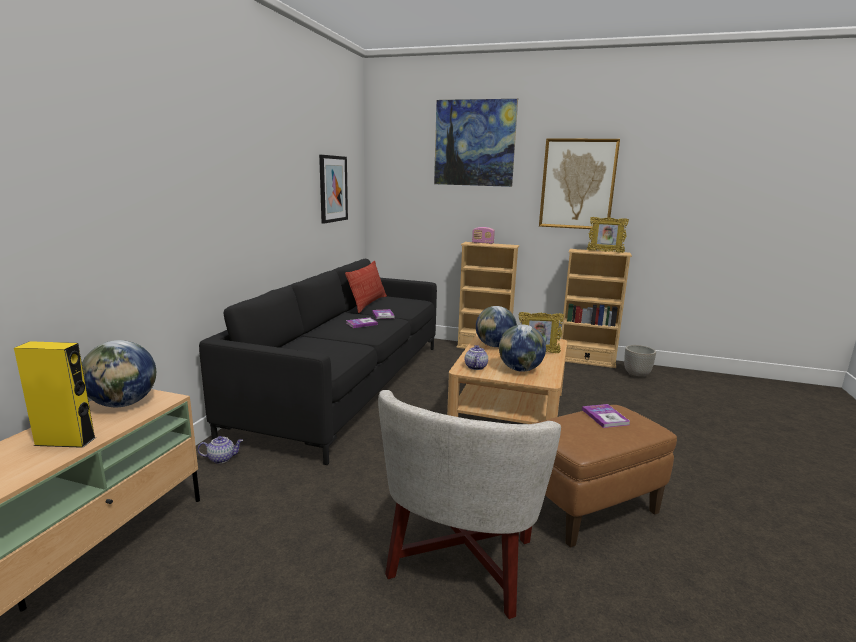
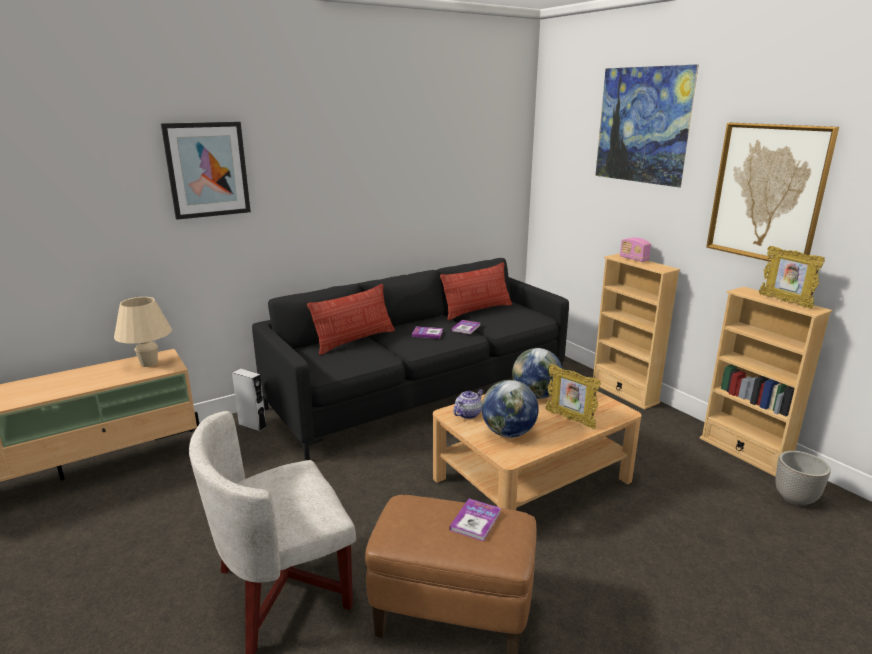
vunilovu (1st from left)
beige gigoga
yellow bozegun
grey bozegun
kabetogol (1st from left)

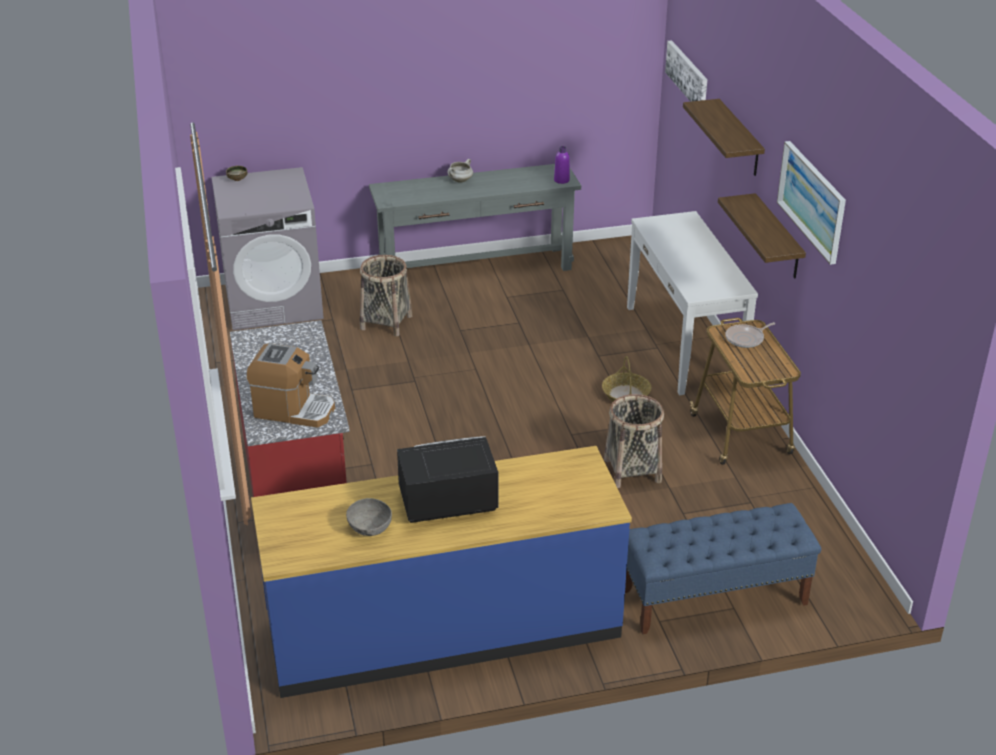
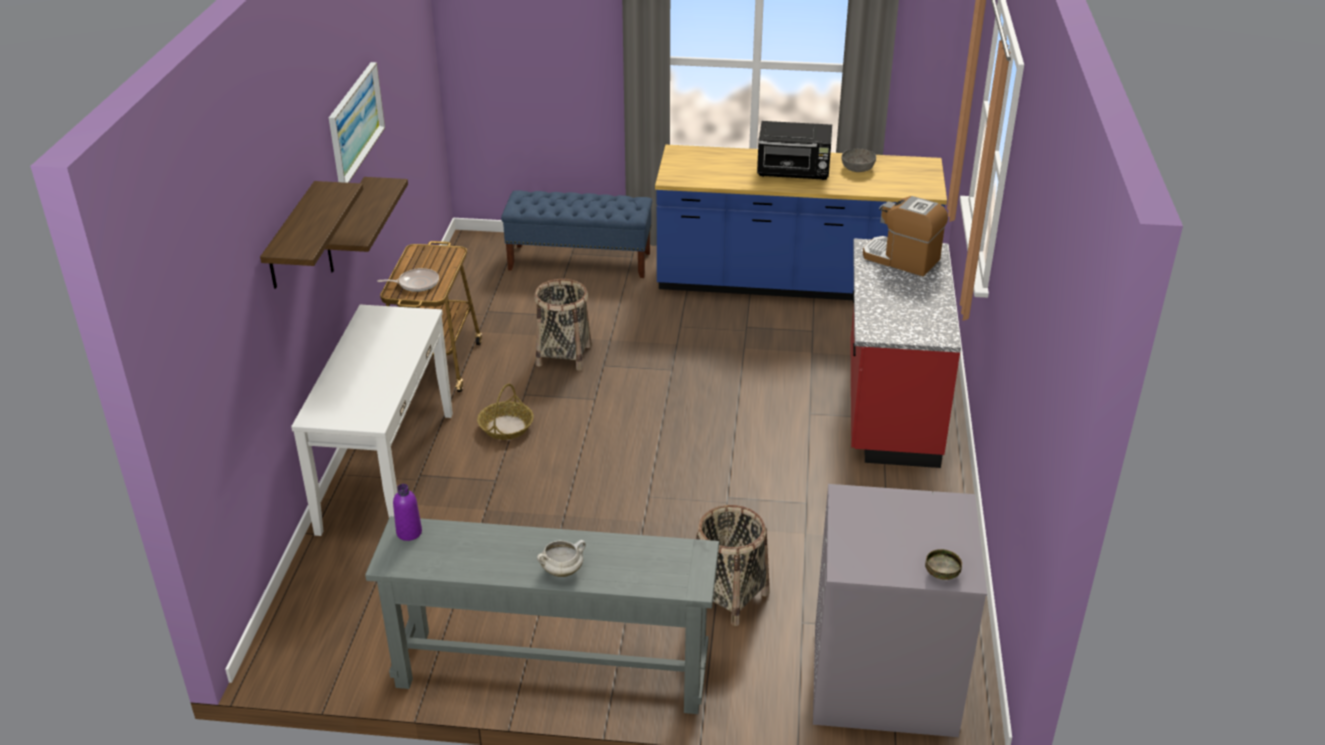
vunilovu (1st from left in the first image)

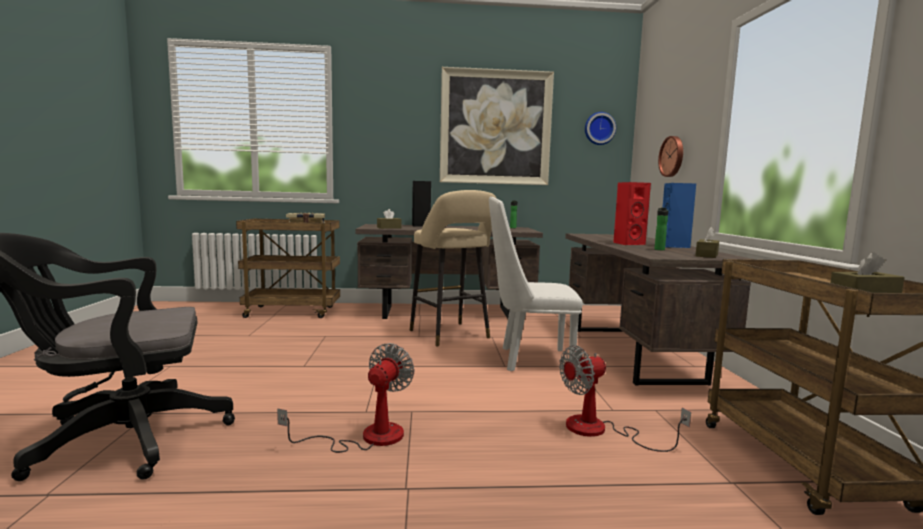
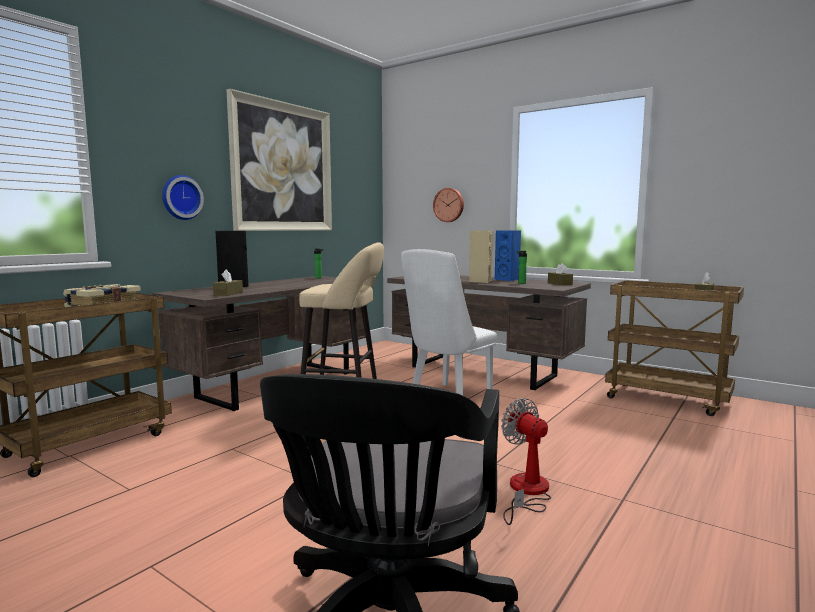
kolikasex (1st from left)
beige bozegun
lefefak (2nd from left in the first image)

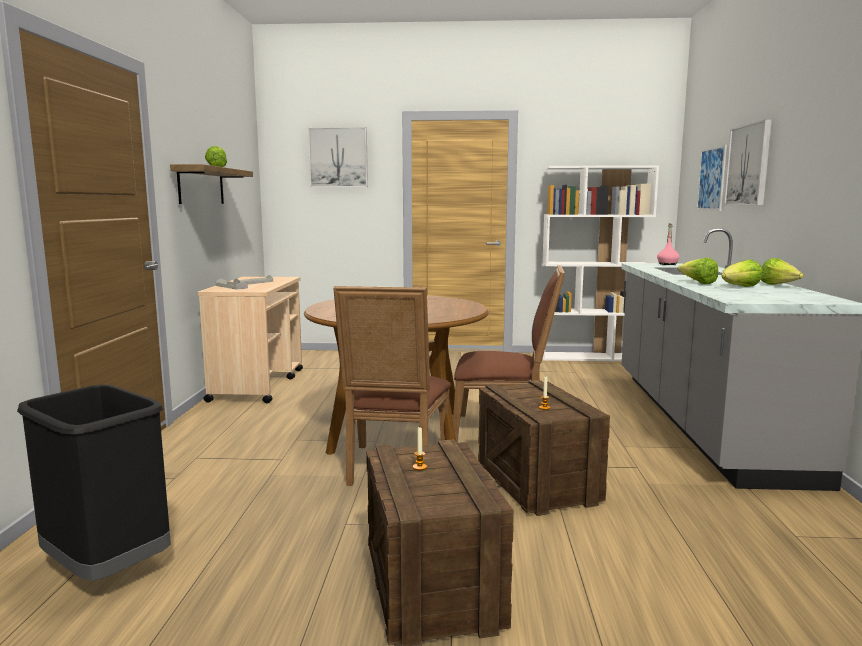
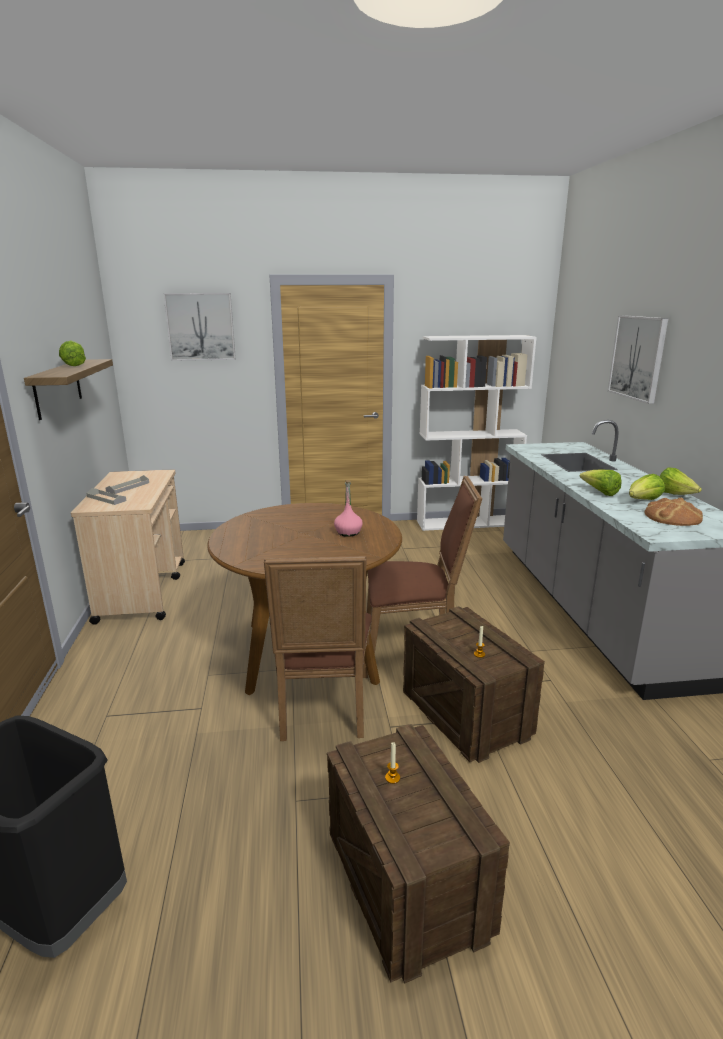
vunilovu (2nd from left in the first image)
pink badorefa
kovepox

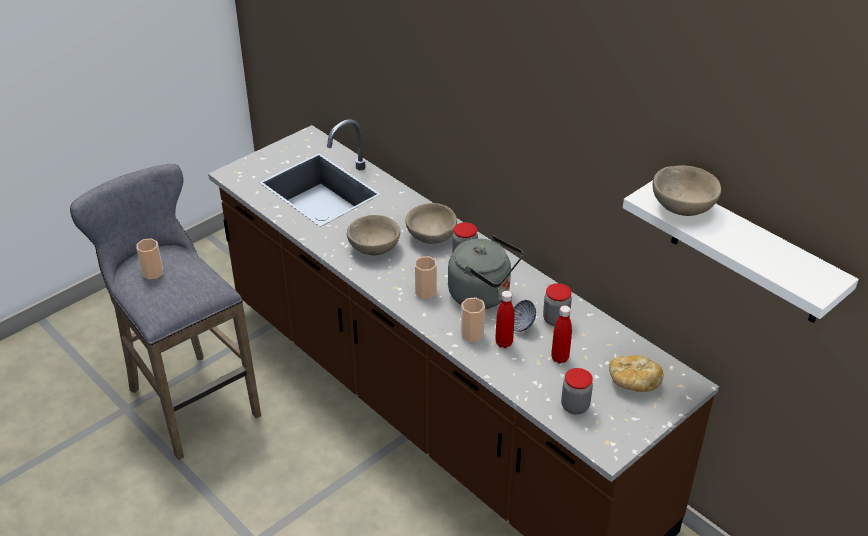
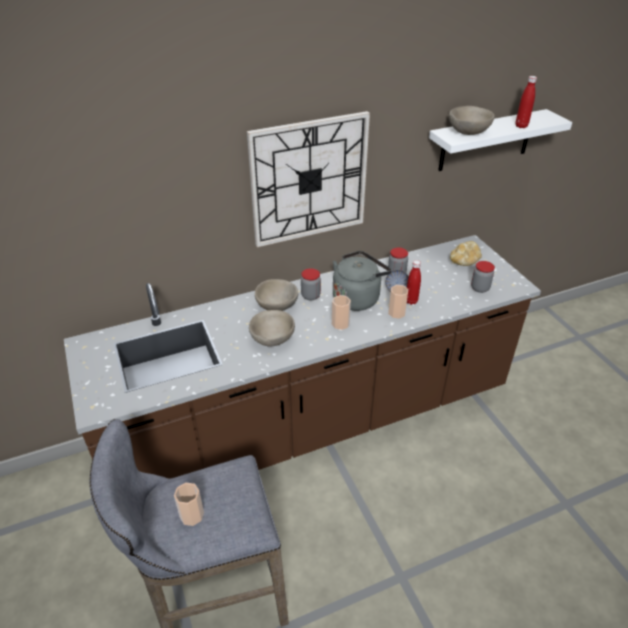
red badorefa (2nd from left)
kolikasex

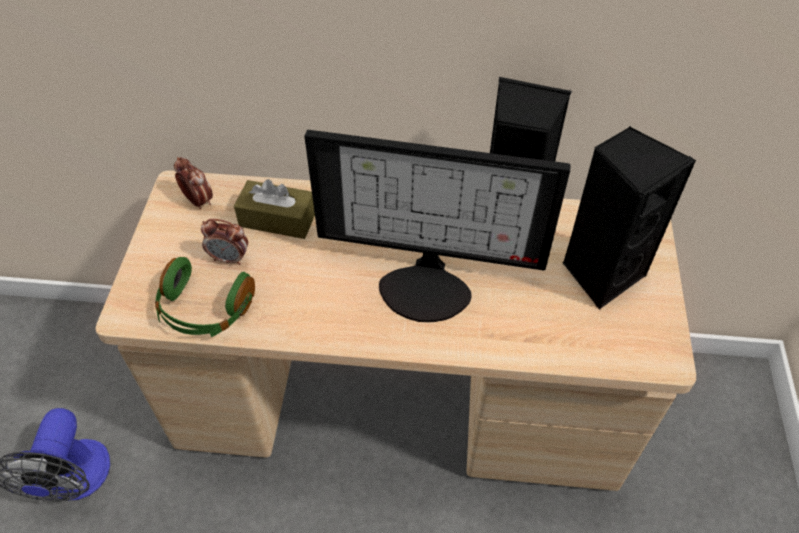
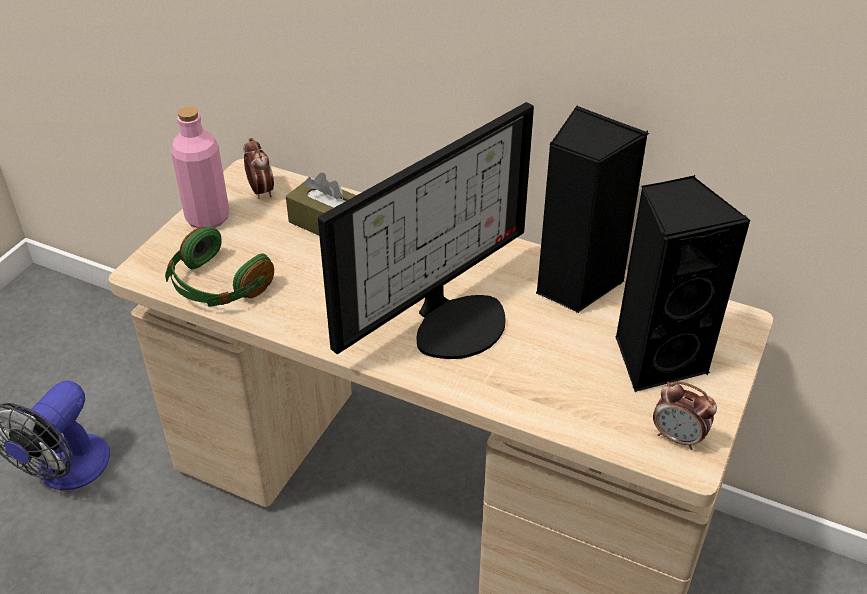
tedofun
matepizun (2nd from left)
pink badorefa

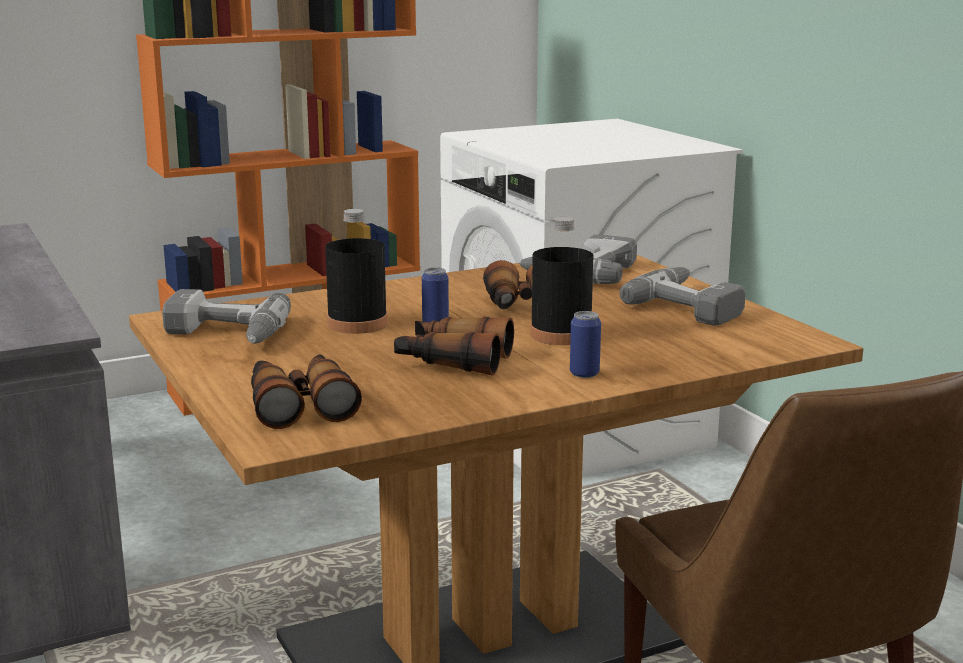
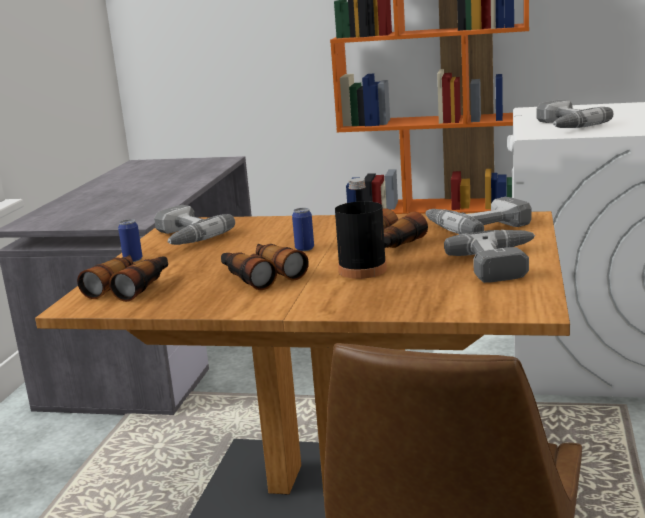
black badorefa (1st from left in the first image)
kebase (1st from left)
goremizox (4th from left)

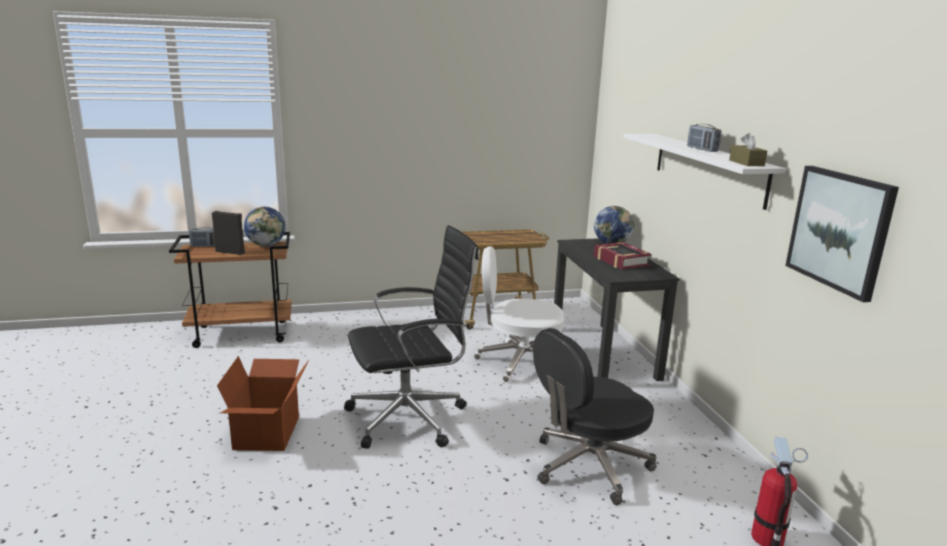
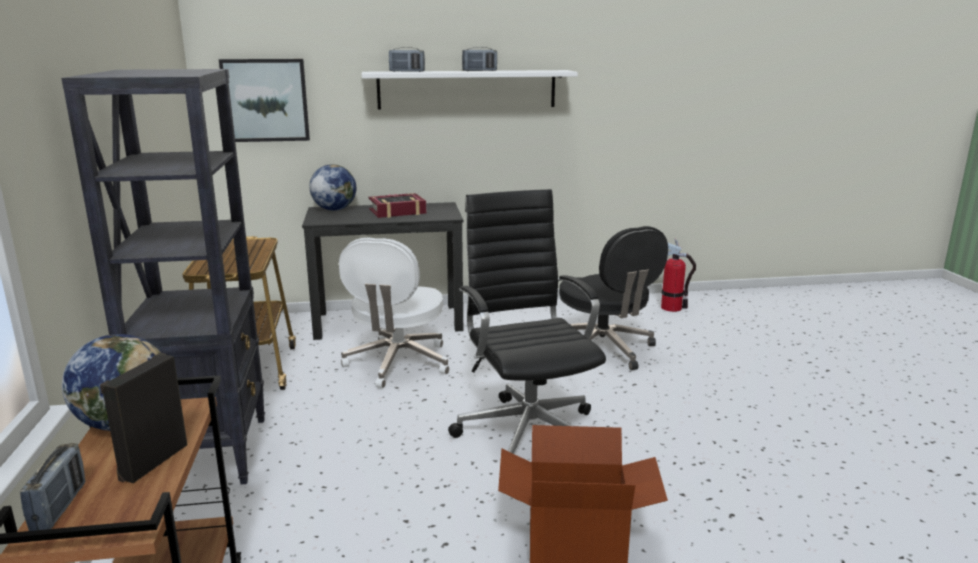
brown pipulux
vunilovu
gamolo (2nd from left)
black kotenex

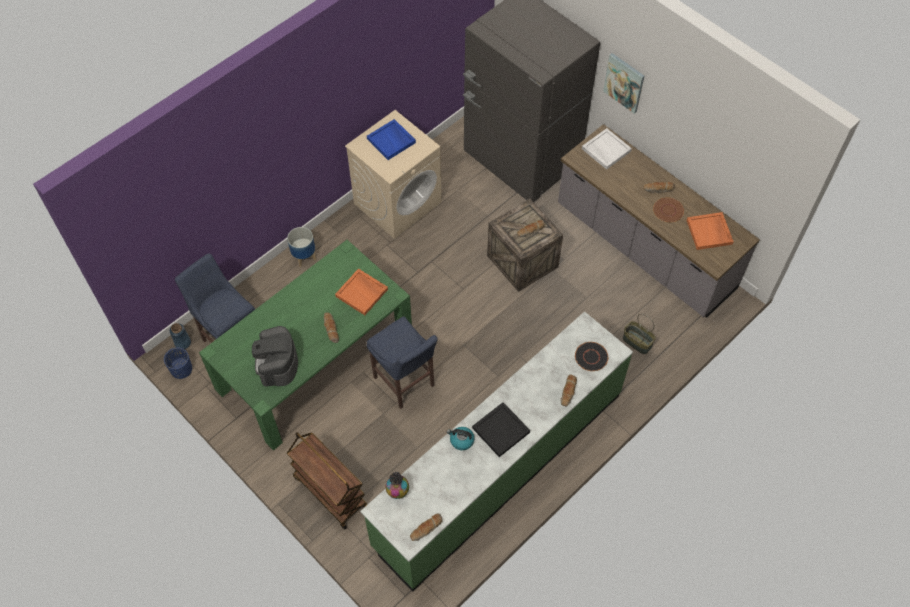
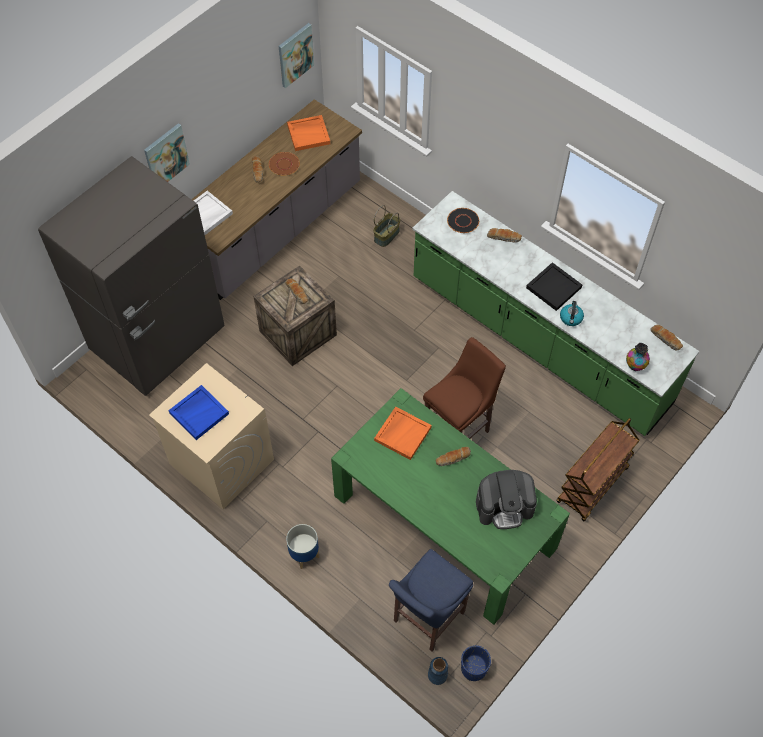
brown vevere
vunilovu (2nd from left)

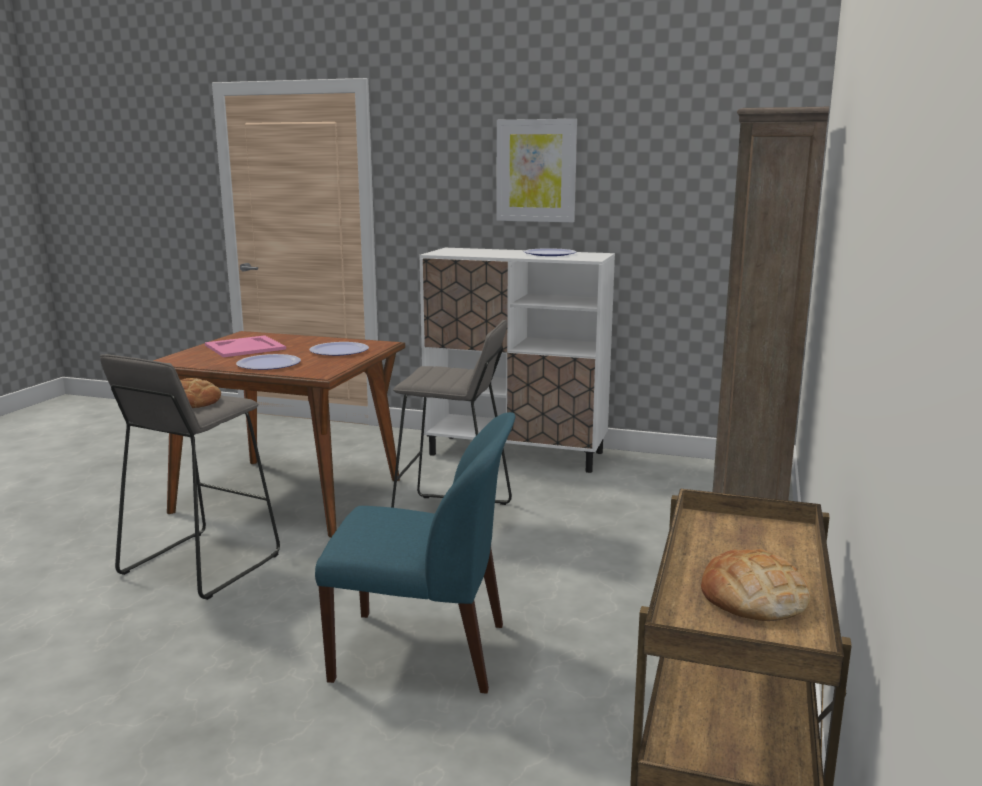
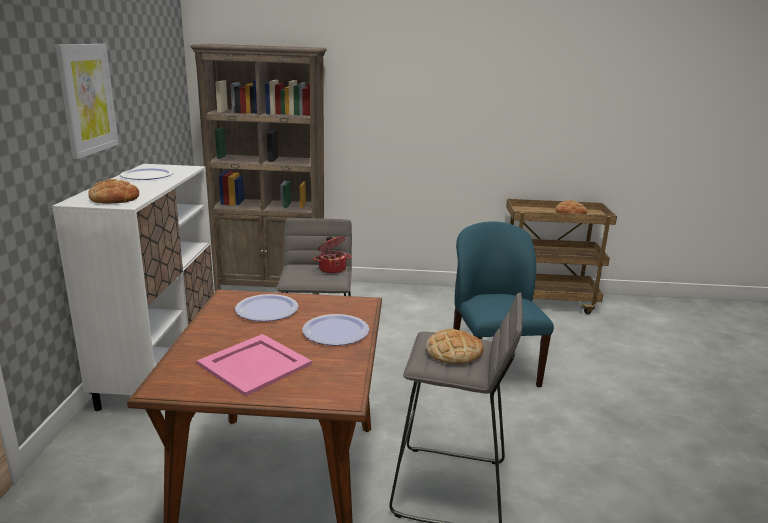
kovepox (1st from left)
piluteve

